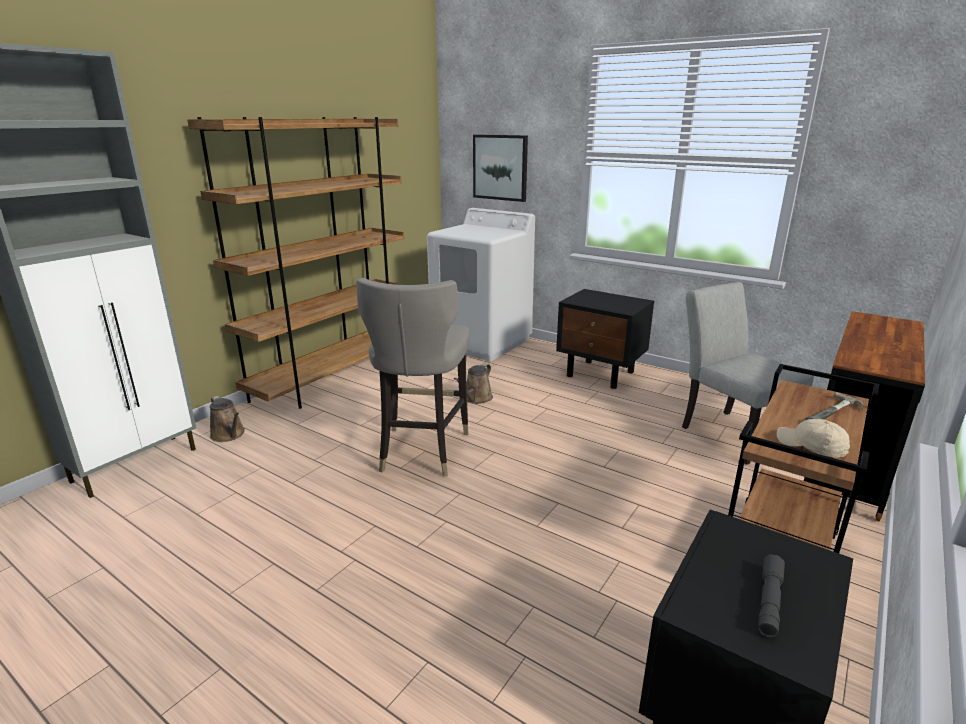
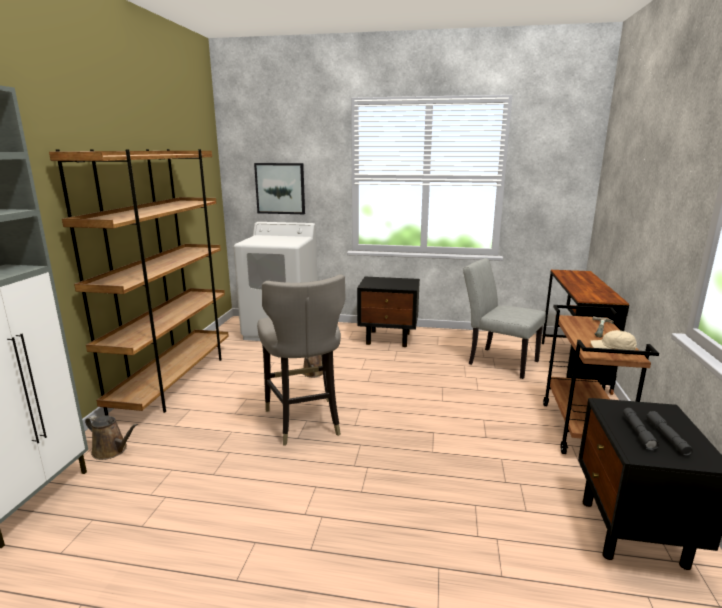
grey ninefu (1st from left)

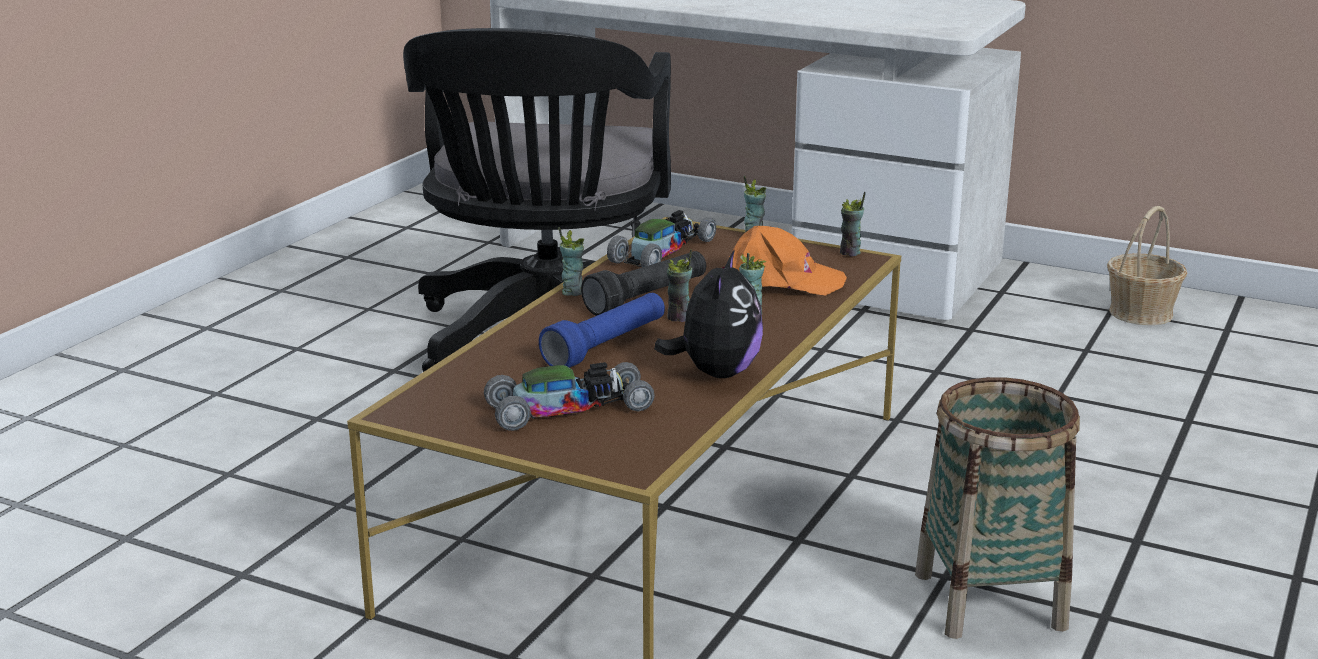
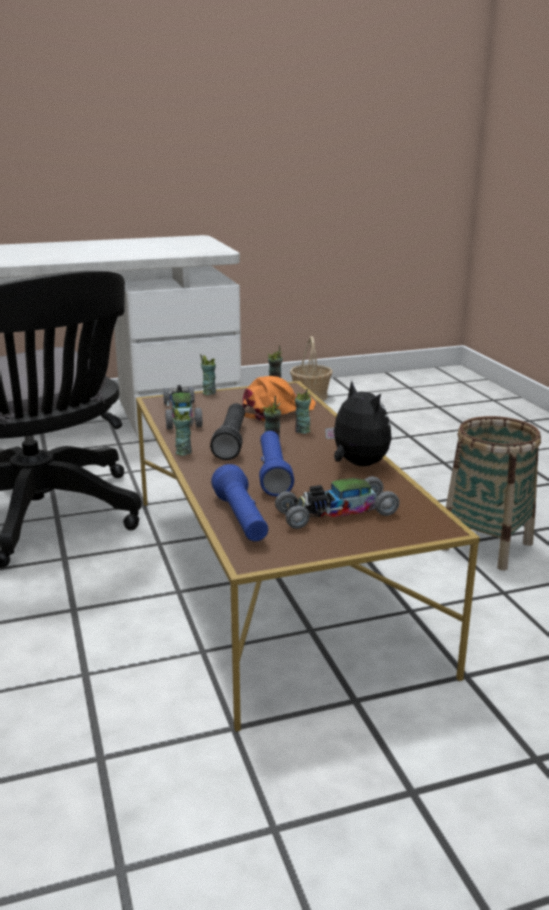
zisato (2nd from left)
blue ninefu (1st from left)

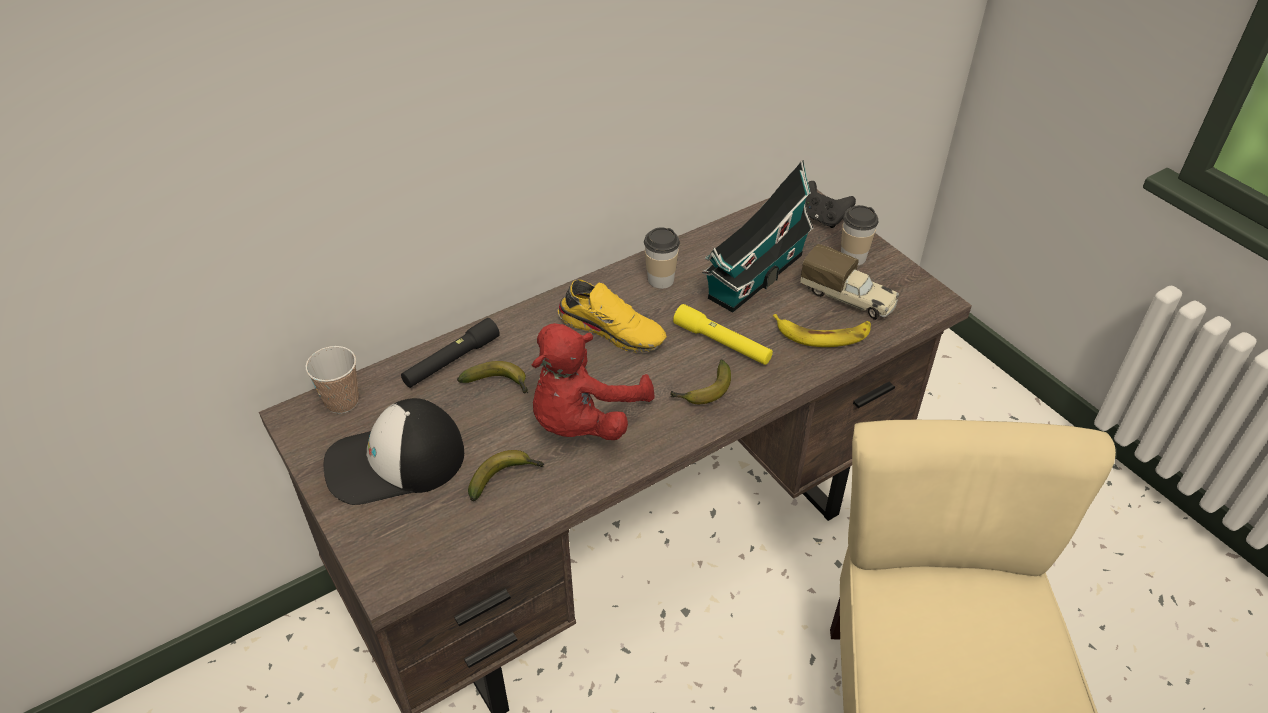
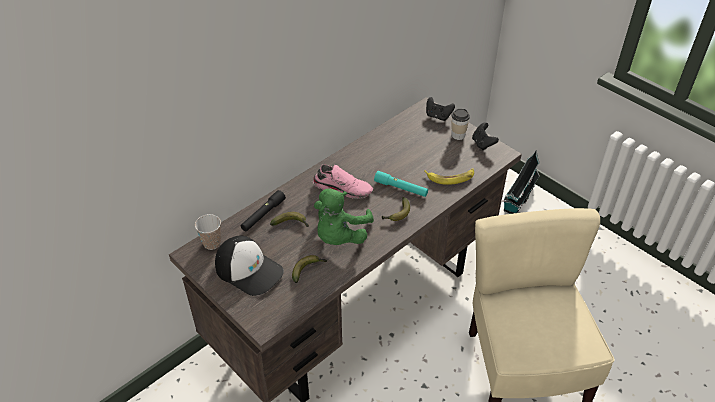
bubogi
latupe (2nd from left in the first image)
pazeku
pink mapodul
turquoise ninefu
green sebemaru
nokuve
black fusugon (2nd from left)

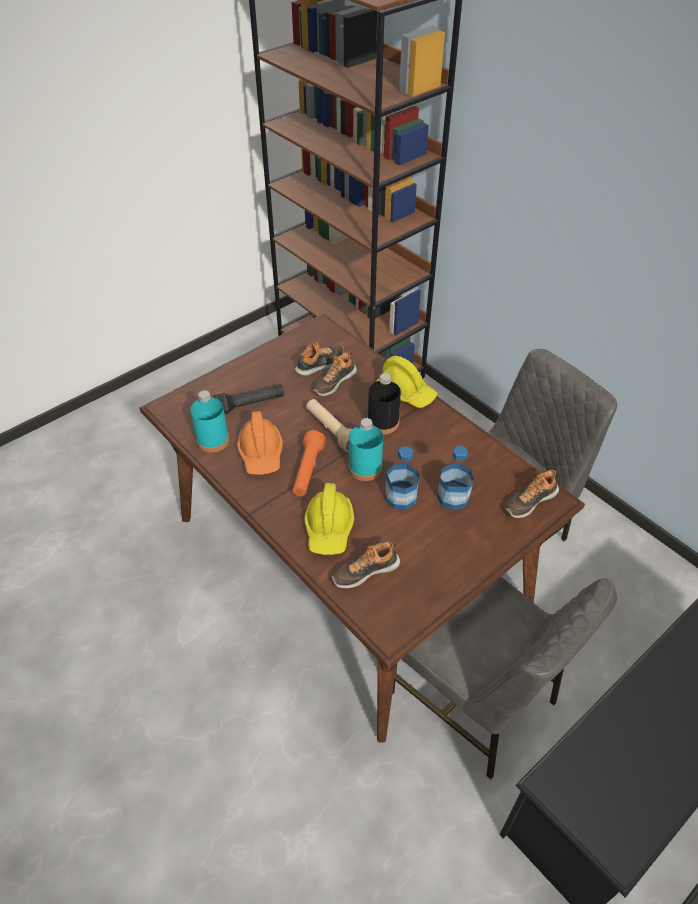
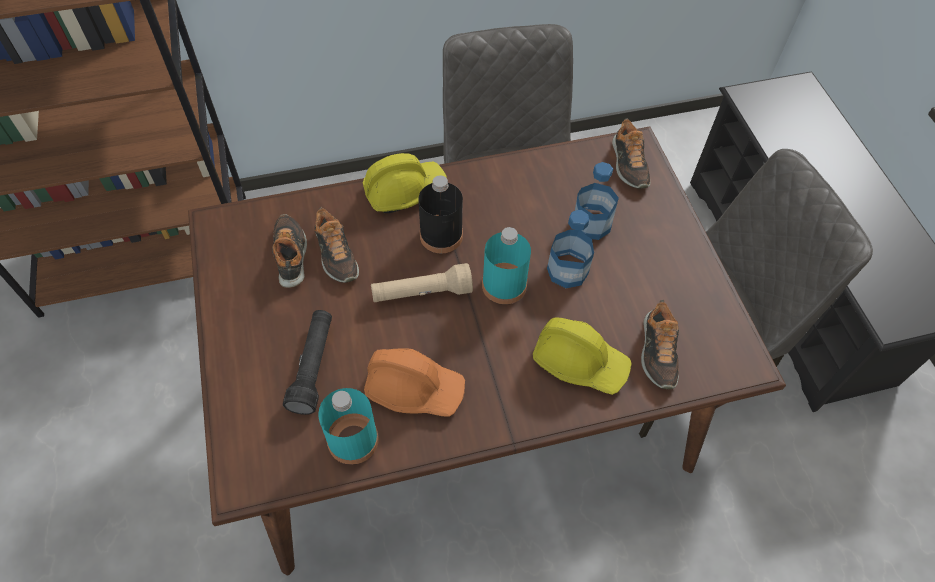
orange ninefu

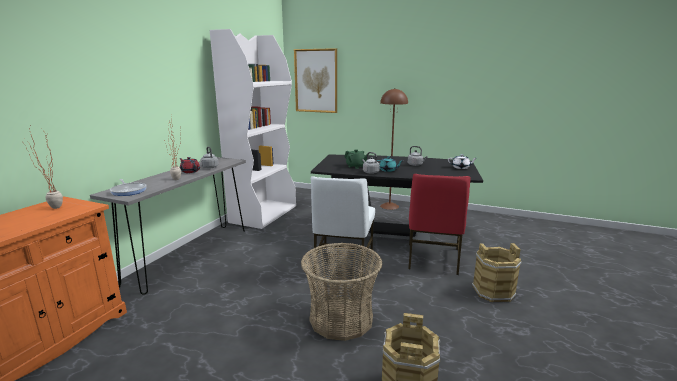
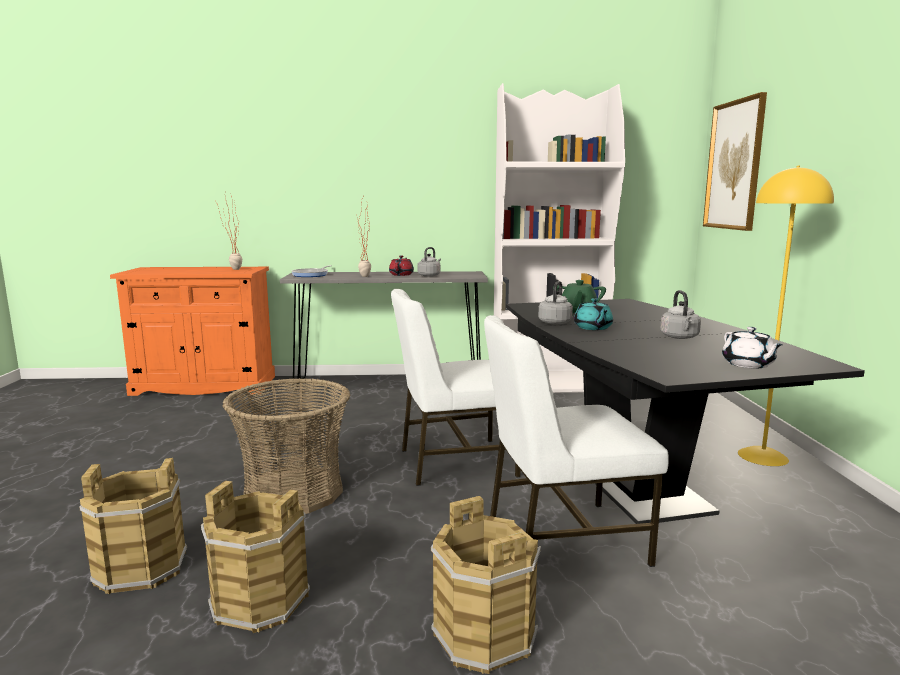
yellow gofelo
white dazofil (2nd from left)
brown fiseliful (2nd from left)

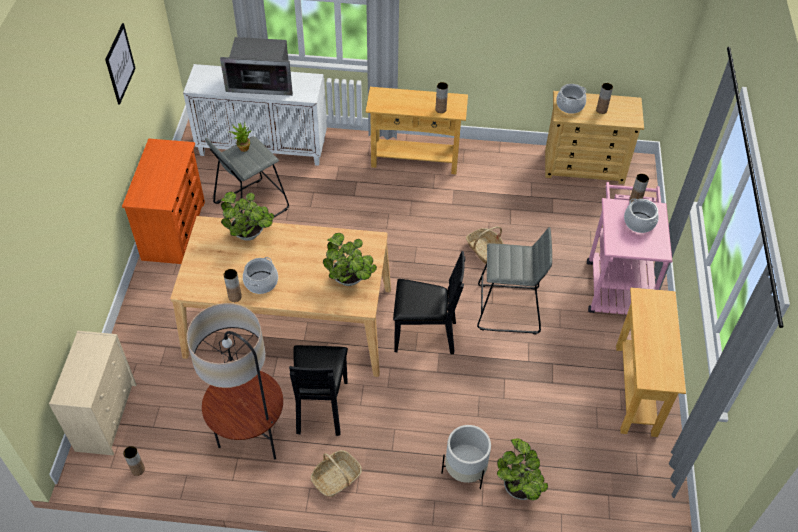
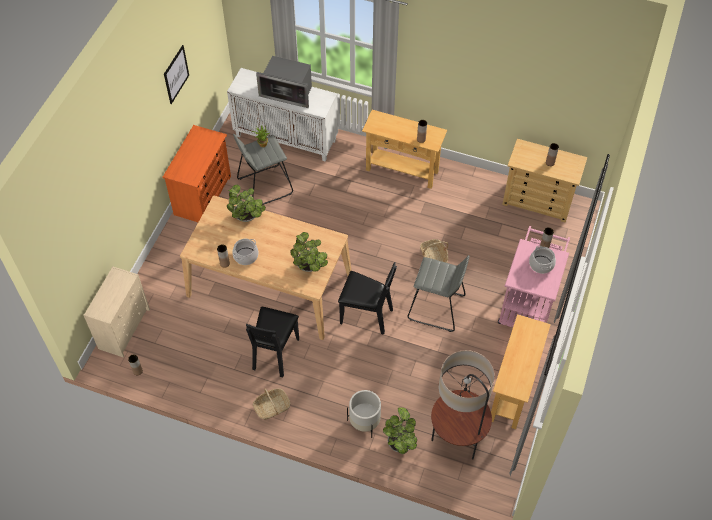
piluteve (2nd from left in the first image)
gofelo

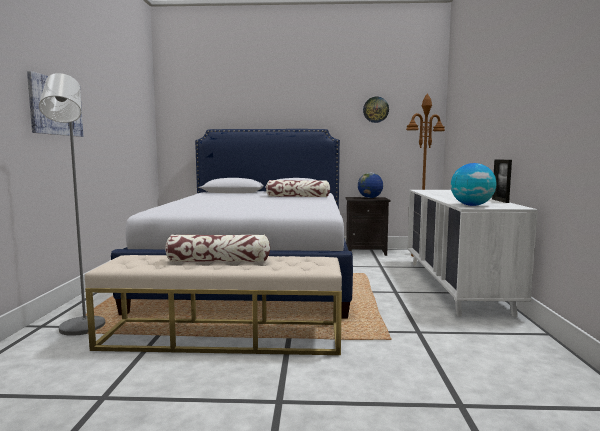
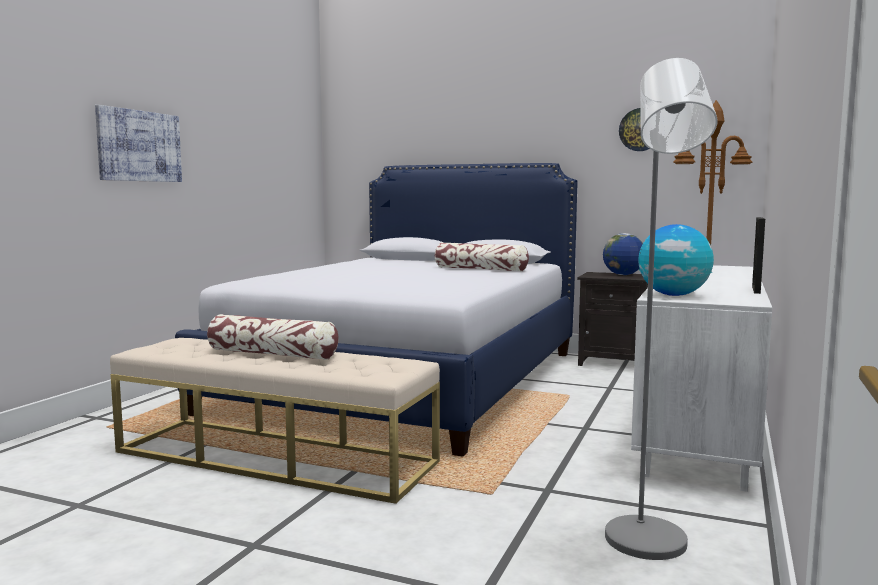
grey gofelo

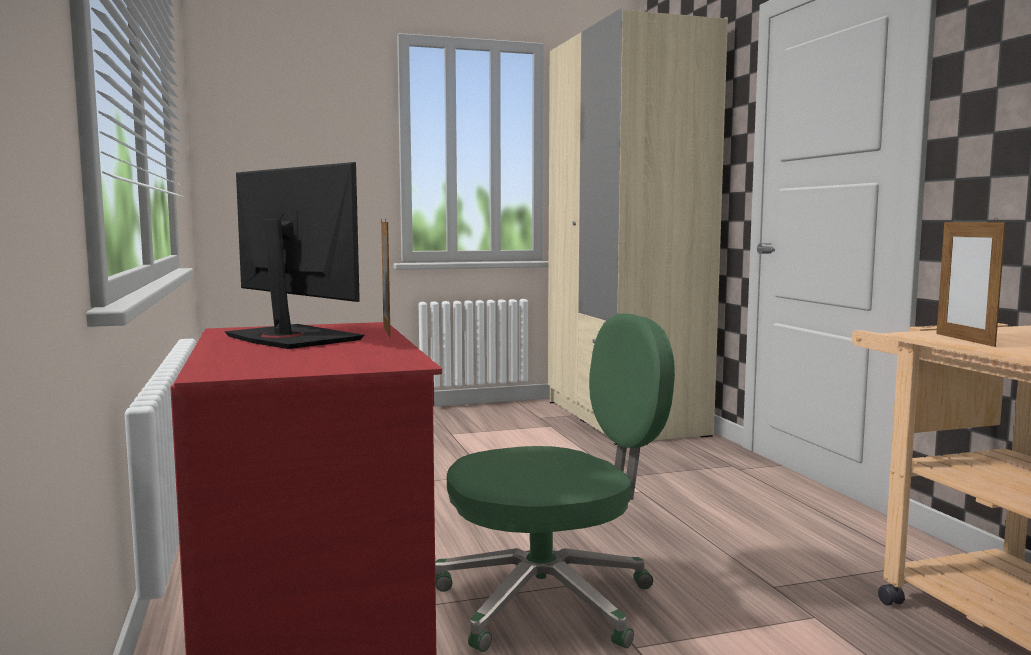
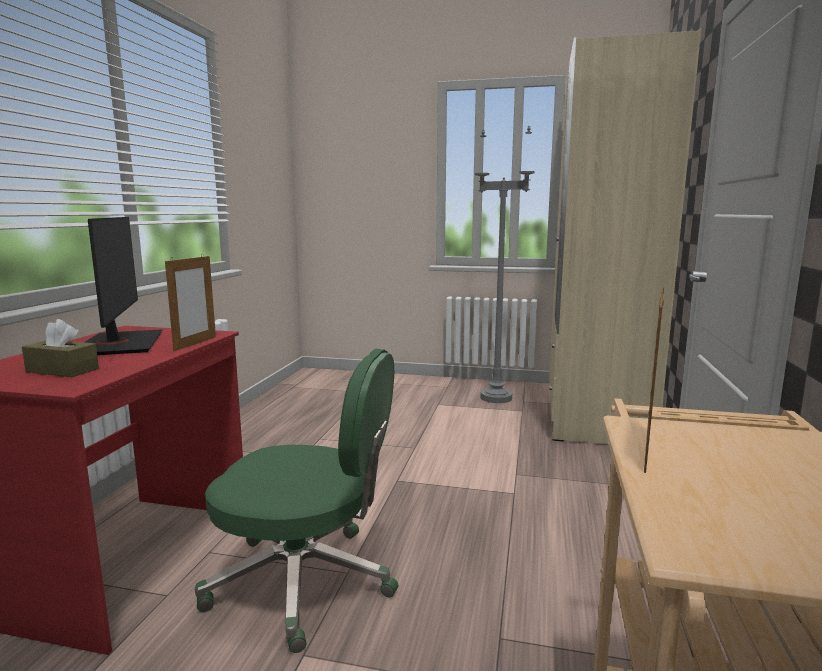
grey gofelo
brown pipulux

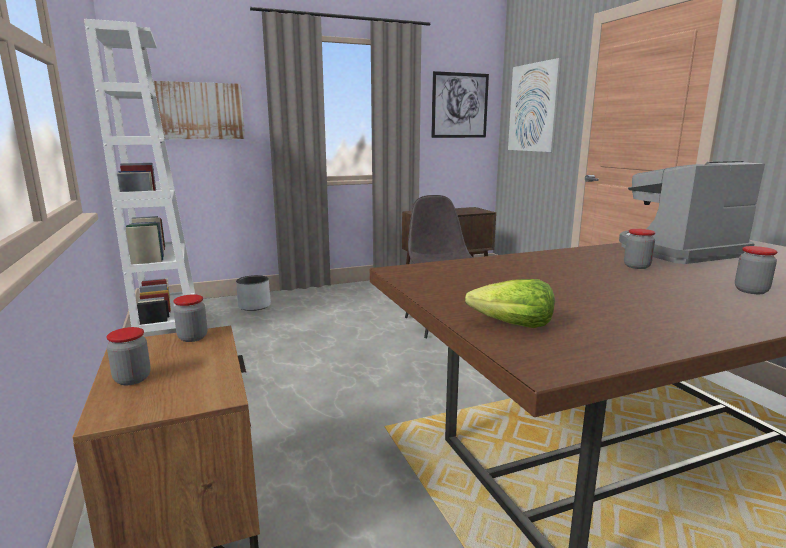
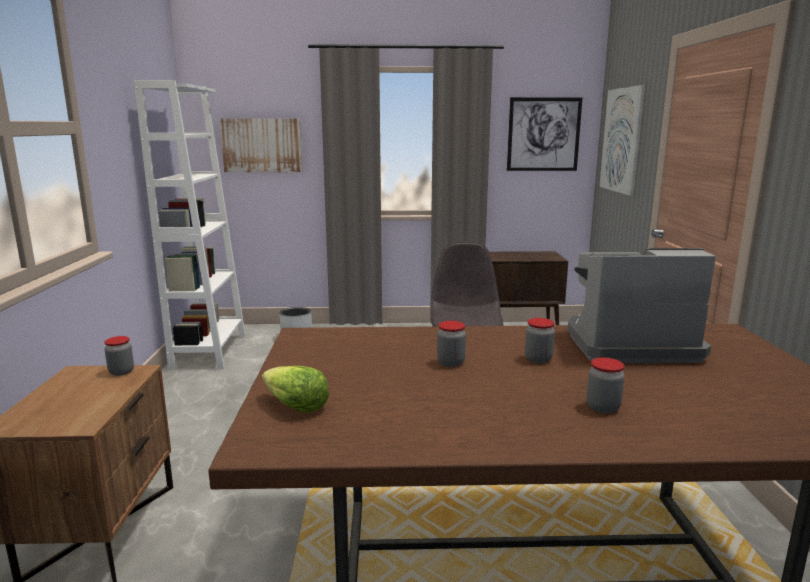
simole (2nd from left)

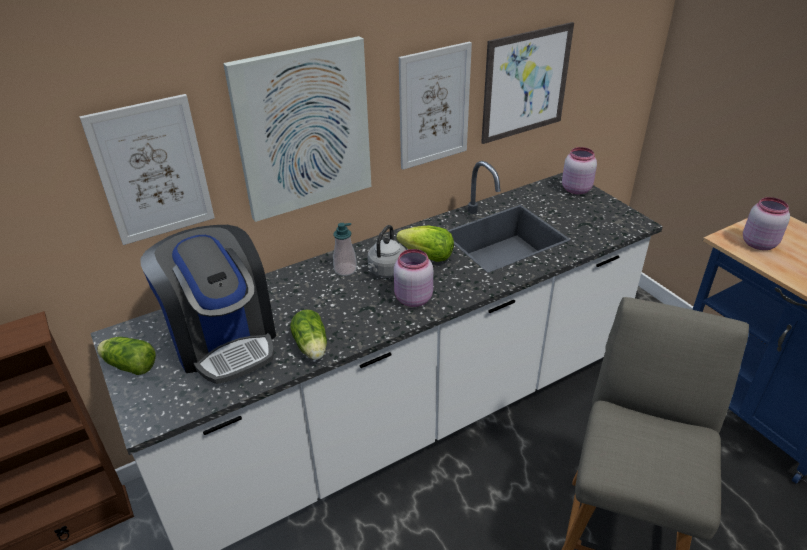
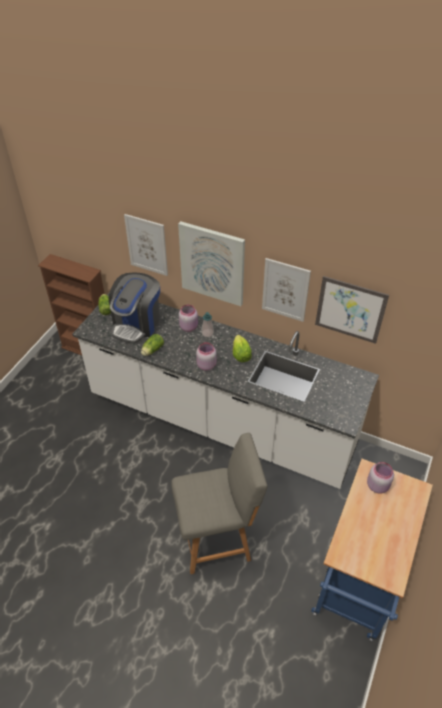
pink simole (1st from left)
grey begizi

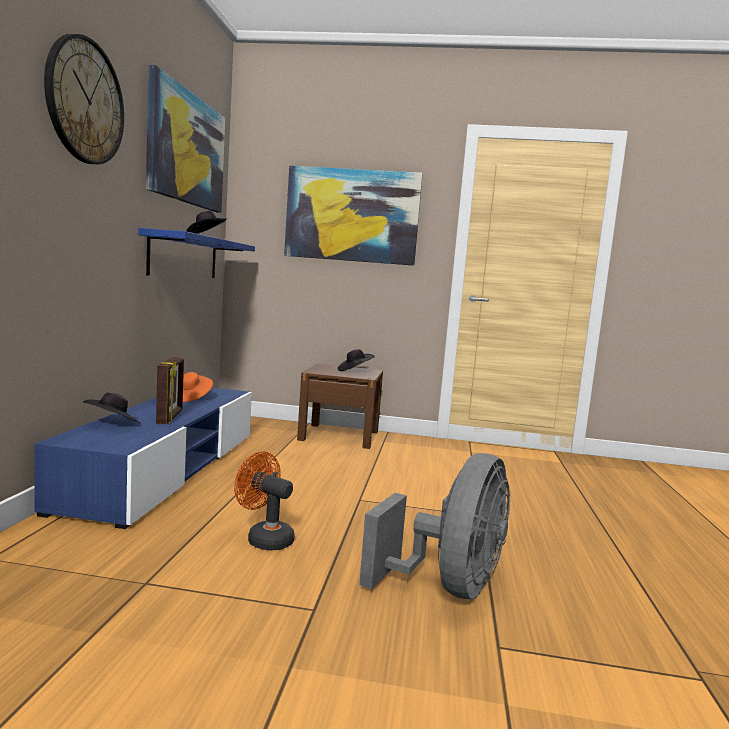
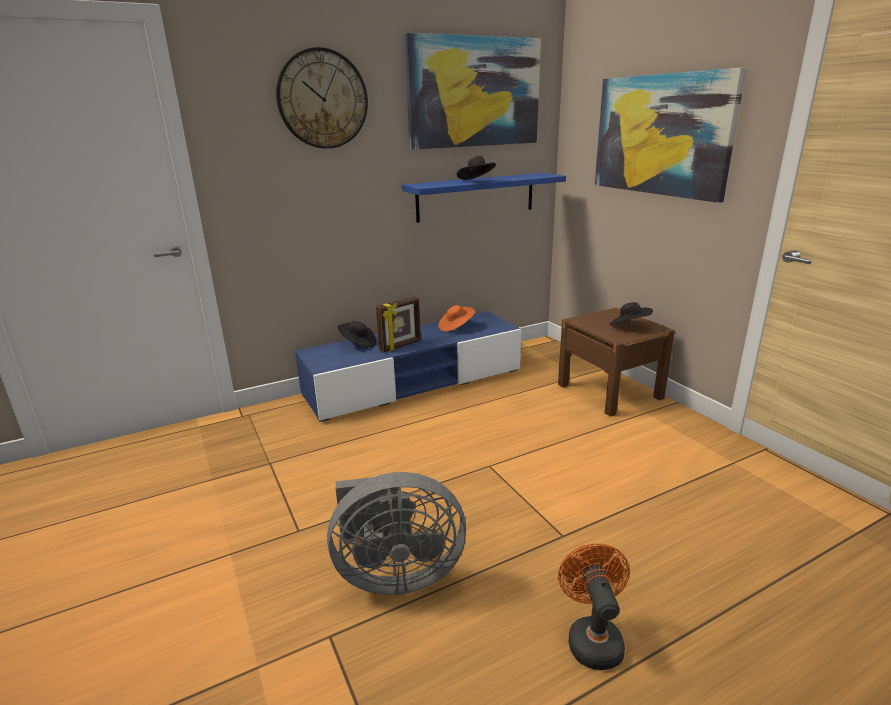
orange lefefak

